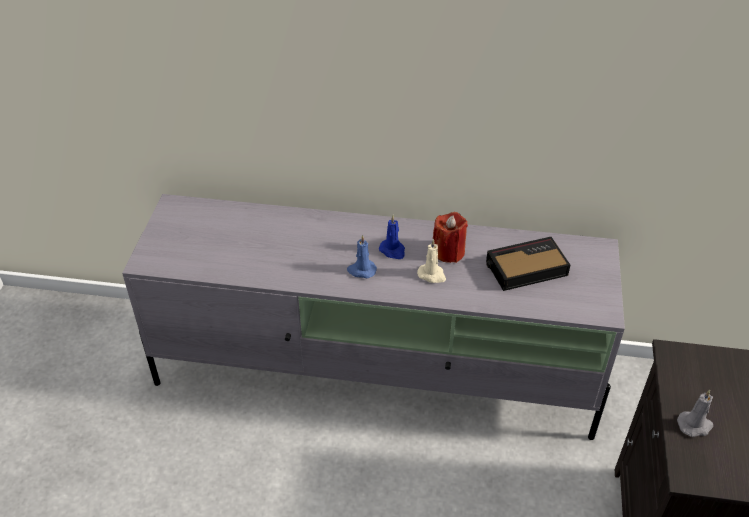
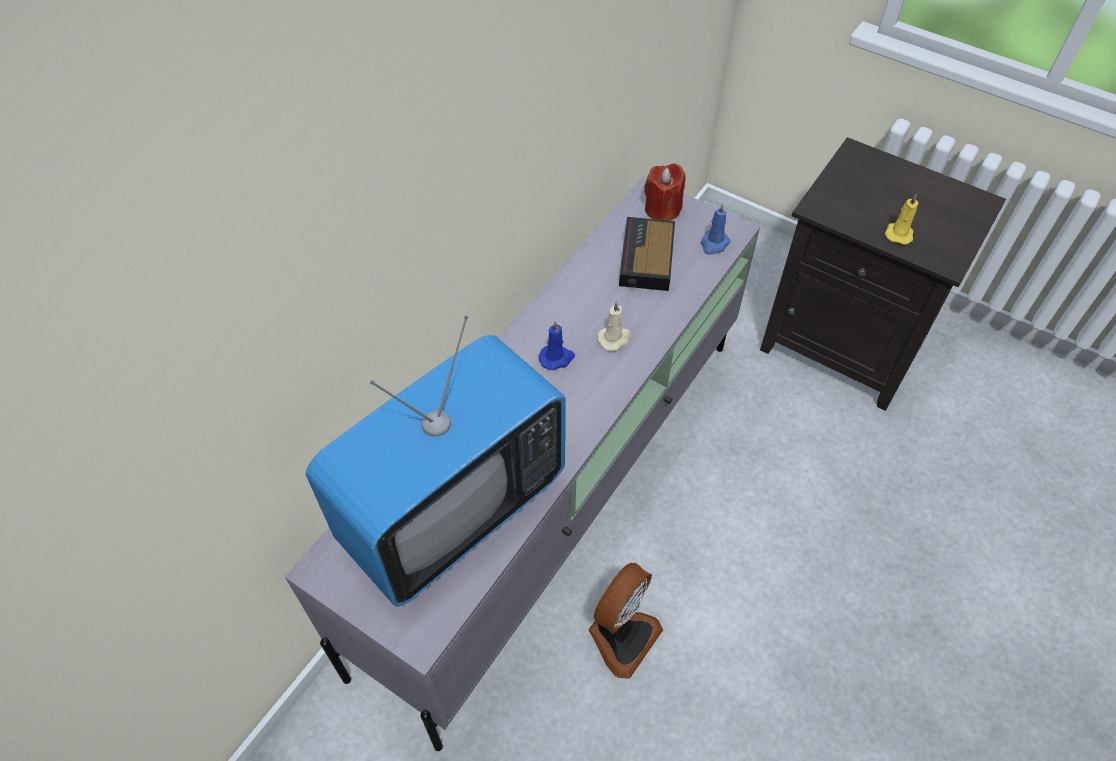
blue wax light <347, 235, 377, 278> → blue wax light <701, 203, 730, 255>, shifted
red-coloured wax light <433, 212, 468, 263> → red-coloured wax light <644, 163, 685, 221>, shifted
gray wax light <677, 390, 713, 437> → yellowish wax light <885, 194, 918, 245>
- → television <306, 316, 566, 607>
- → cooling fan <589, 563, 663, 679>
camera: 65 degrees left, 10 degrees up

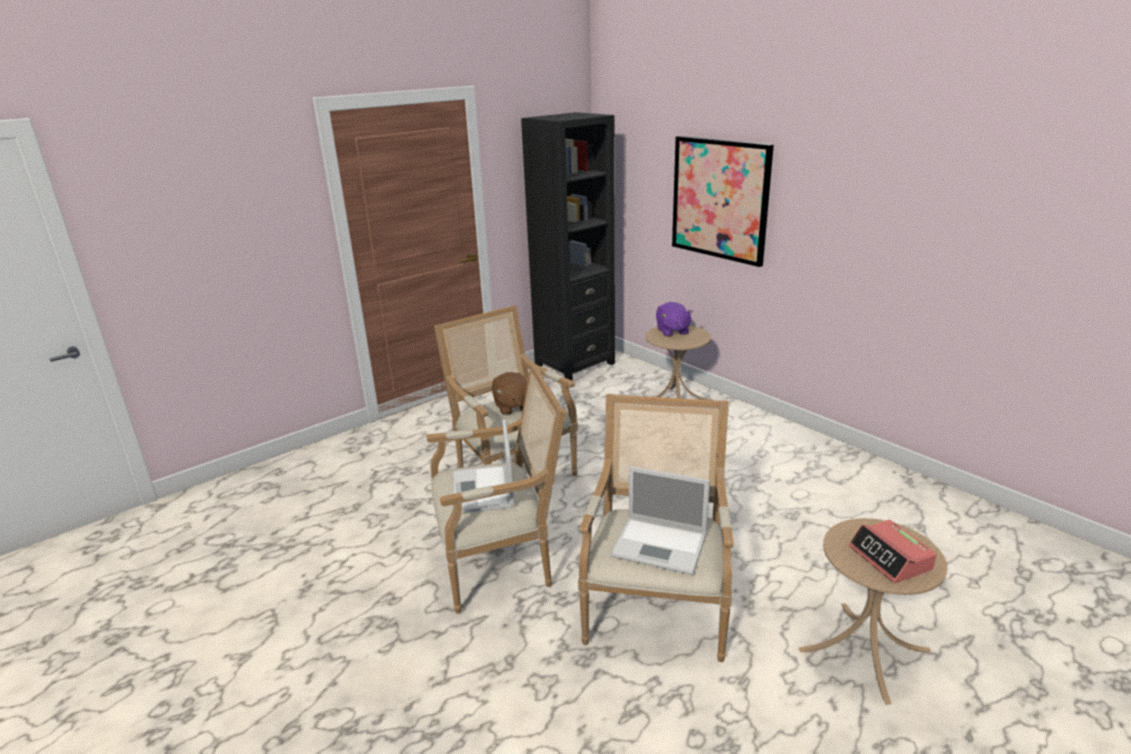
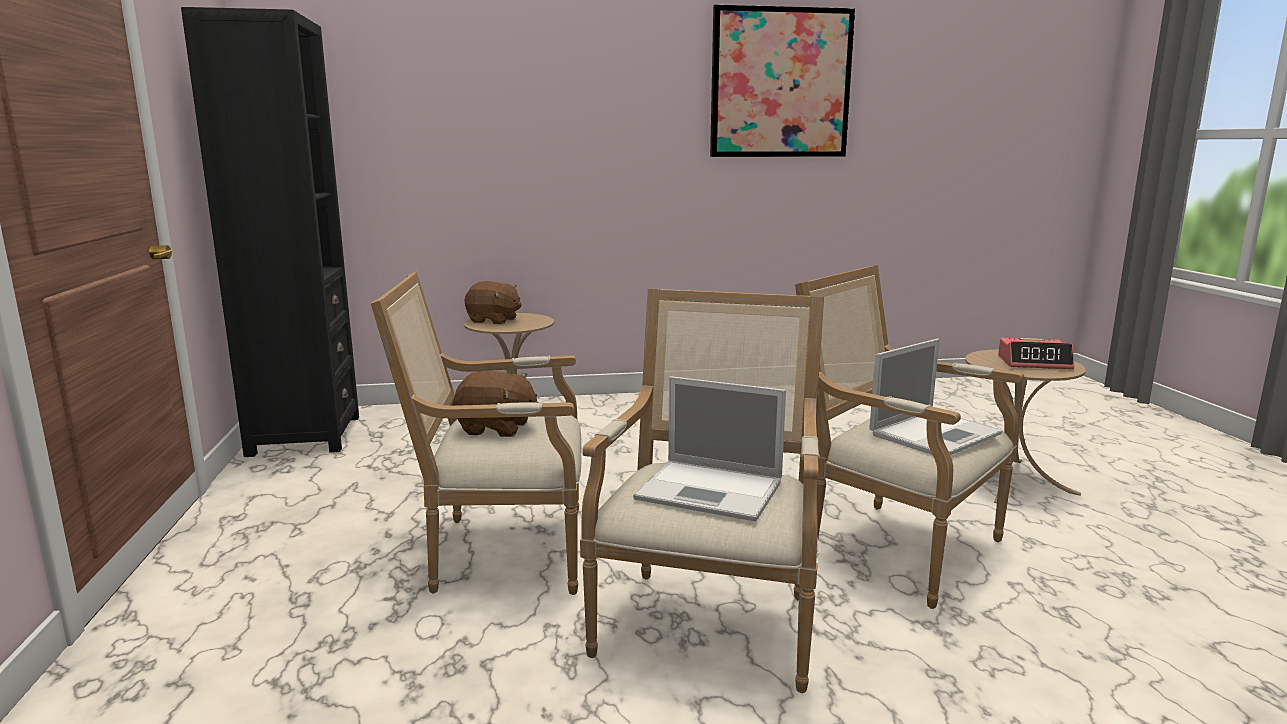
purple-coloured plush toy <656, 302, 693, 337> → brown-coloured plush toy <465, 281, 522, 324>
picture <672, 136, 774, 267> → picture <710, 4, 855, 157>, shifted
camera: 60 degrees left, 10 degrees down

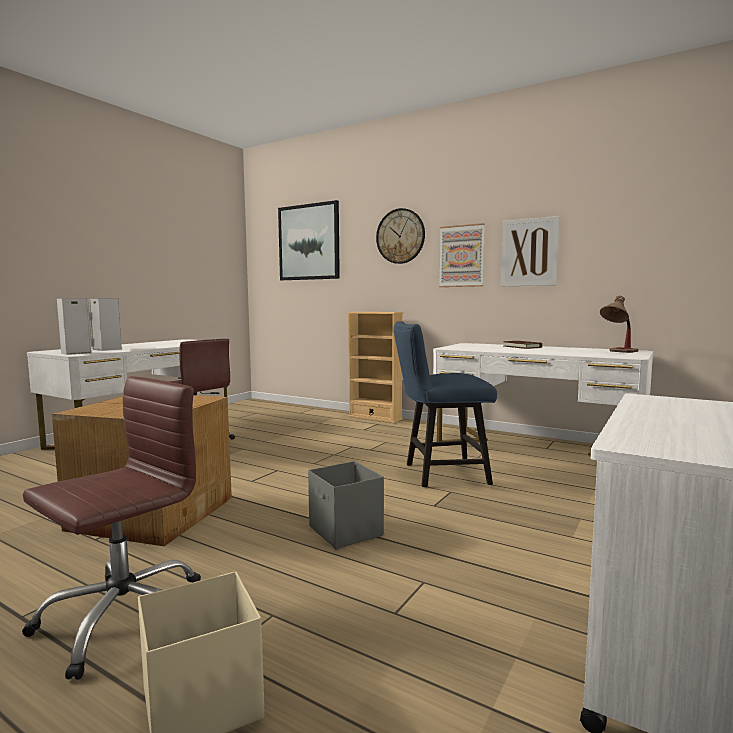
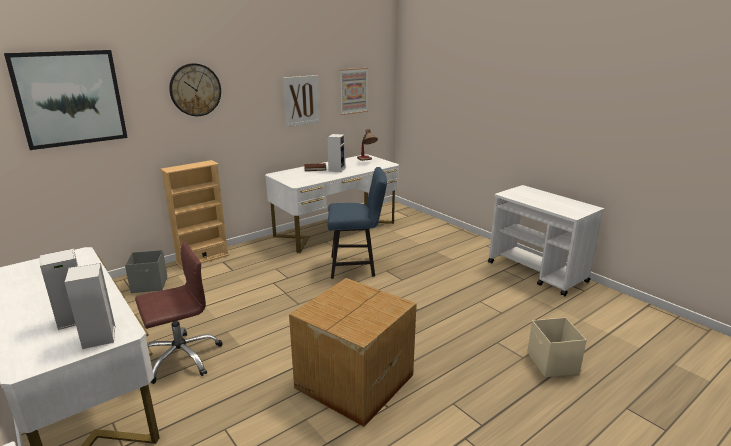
brown-coloured office chair <22, 376, 201, 680> → -
gray storage box <308, 461, 384, 549> → gray storage box <125, 250, 167, 293>, shifted
blue upright chair <394, 321, 497, 487> → blue upright chair <328, 167, 387, 279>, 105 degrees counterclockwise
picture <439, 223, 485, 287> → picture <340, 68, 368, 115>, shifted
- → loudspeaker <328, 134, 345, 172>
camera: 70 degrees left, 15 degrees up

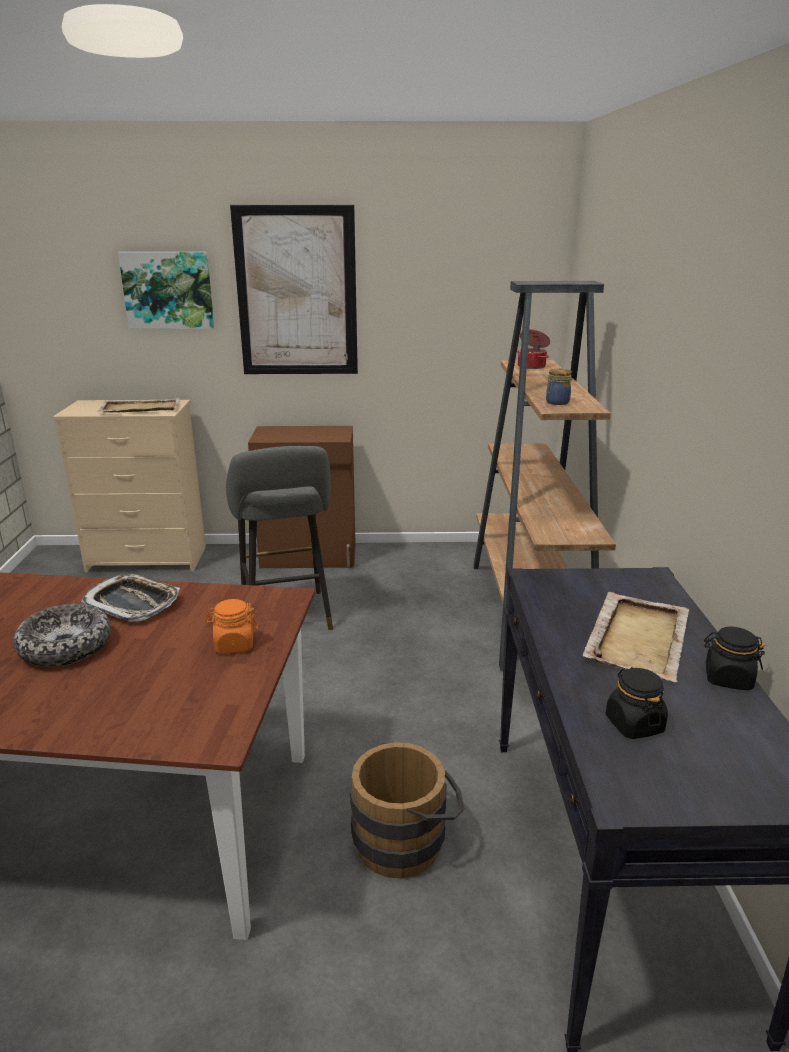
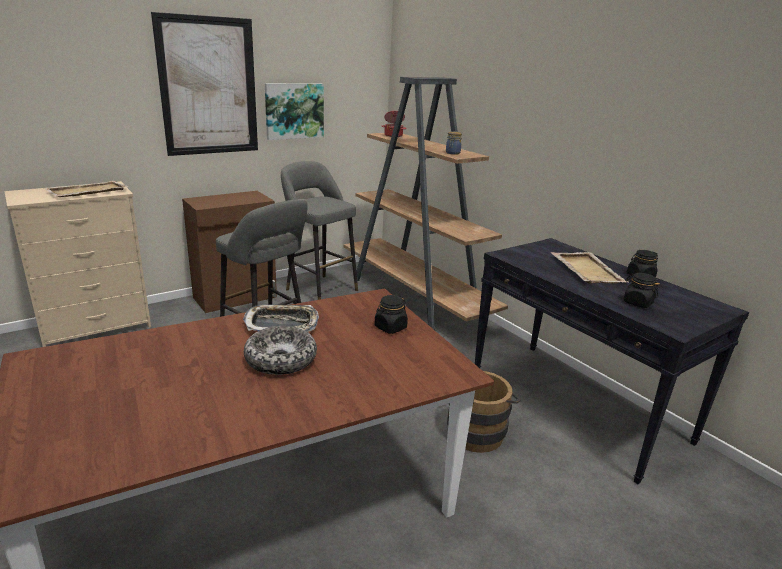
picture <118, 252, 214, 329> → picture <265, 83, 324, 140>, shifted
orangey storage jar <206, 599, 258, 653> → black storage jar <375, 295, 408, 334>
- → gray stool seat <281, 161, 358, 300>
camera: 35 degrees left, 0 degrees up

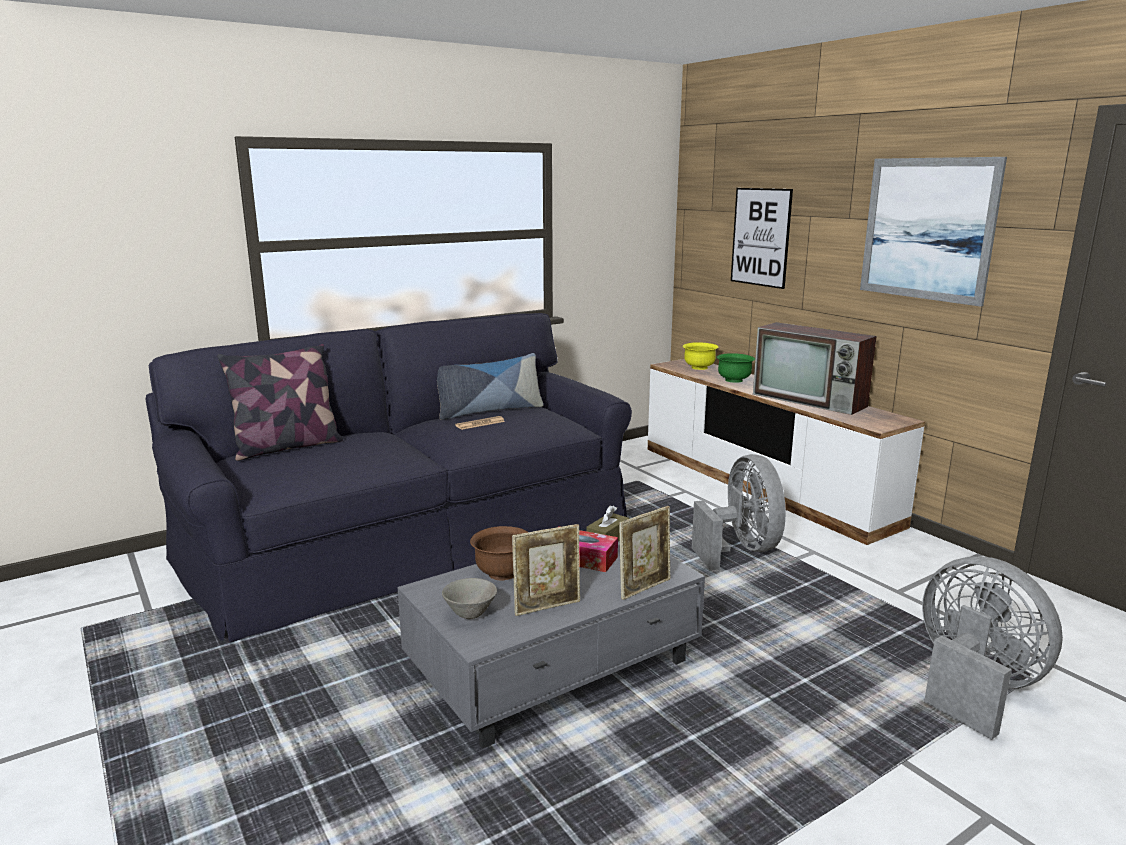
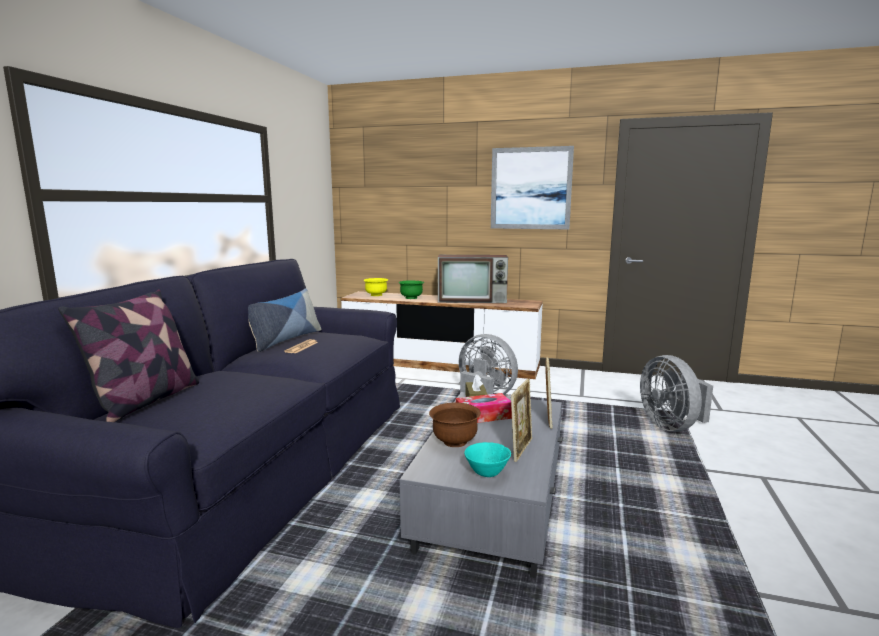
gray deep dish <442, 578, 497, 619> → turquoise deep dish <464, 442, 511, 477>
picture <731, 188, 793, 289> → -
gray cooling fan <922, 556, 1063, 740> → gray cooling fan <640, 355, 713, 432>, 120 degrees counterclockwise
camera: 40 degrees left, 5 degrees down

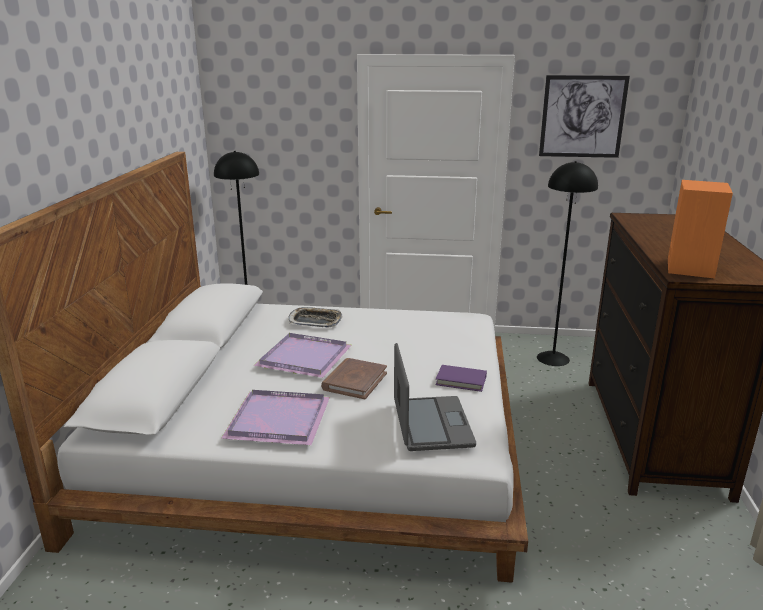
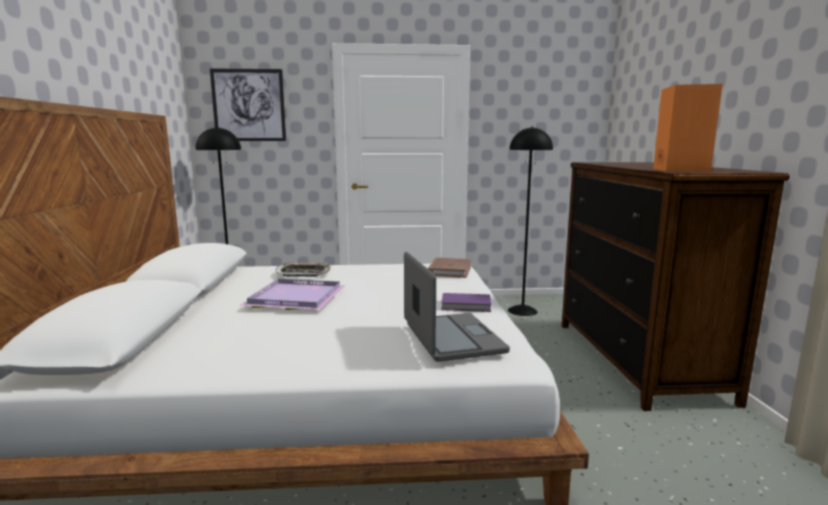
purple-coloured tray <221, 390, 330, 445> → -
brown-coloured bound book <321, 358, 387, 399> → brown-coloured bound book <428, 258, 471, 278>, shifted
picture <539, 75, 630, 158> → picture <210, 68, 286, 141>, shifted
camera: 10 degrees left, 10 degrees down

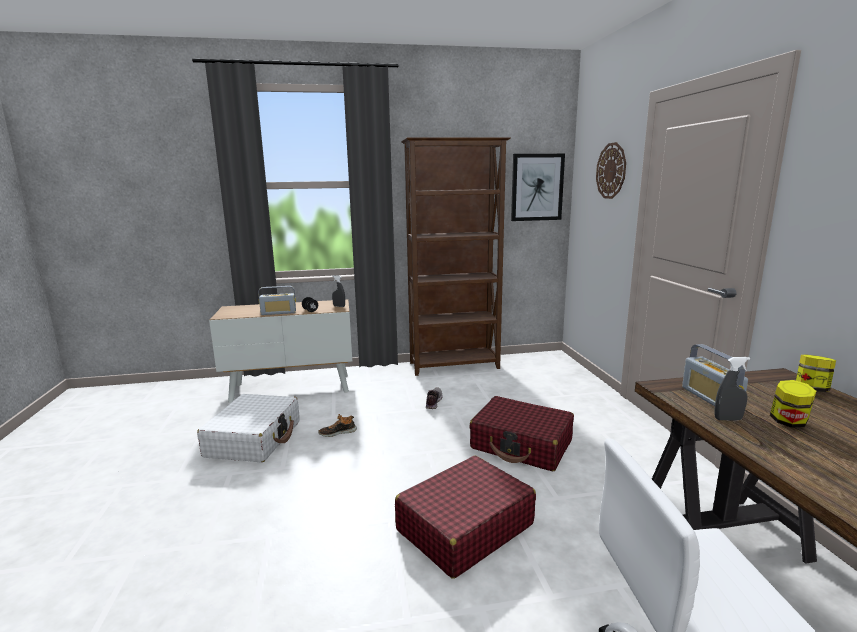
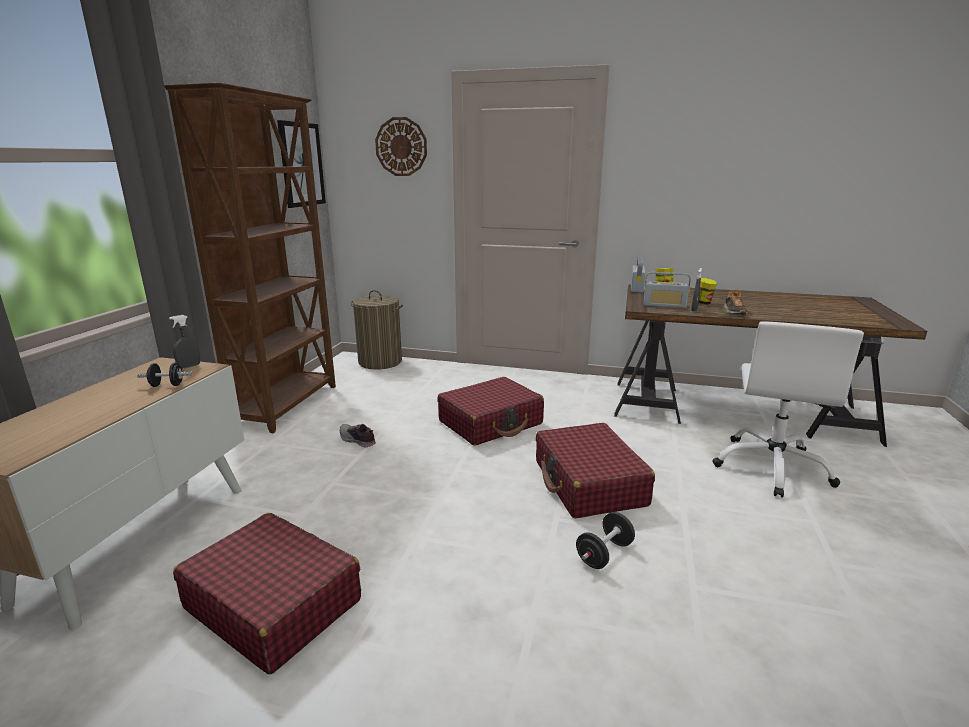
whitish suitcase <197, 394, 300, 463> → red-coloured suitcase <173, 513, 361, 675>
radio set <258, 286, 296, 315> → radio set <631, 257, 646, 293>, shifted
low shoe <319, 414, 357, 437> → low shoe <724, 289, 747, 315>, shifted
- → laundry basket <351, 290, 403, 370>
- → black hand weight <576, 512, 635, 569>
camera: 65 degrees left, 5 degrees up

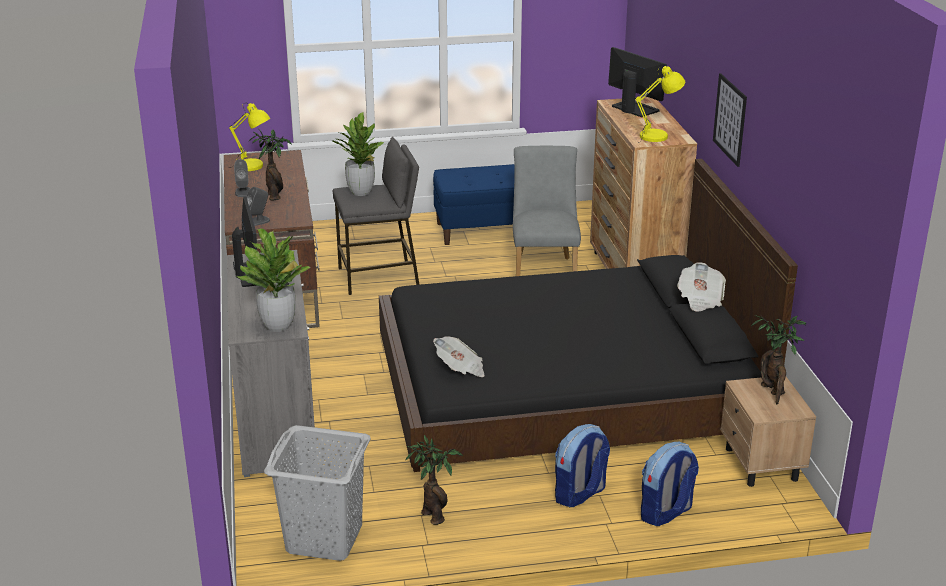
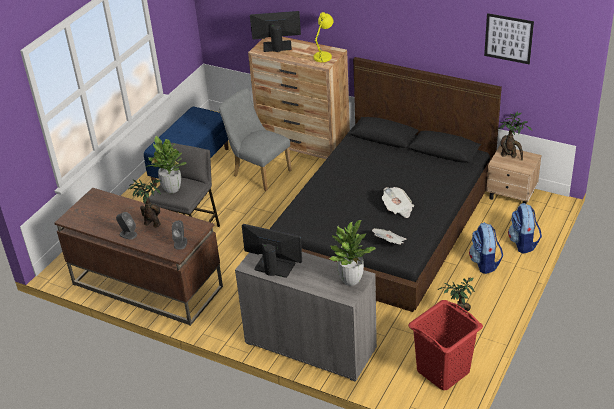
yellowish lamp for a table <228, 103, 270, 171> → -
gray laundry basket <264, 425, 371, 561> → red-coloured laundry basket <408, 300, 483, 390>
daily paper <677, 262, 726, 311> → daily paper <382, 187, 414, 218>, shifted
picture <713, 74, 747, 167> → picture <484, 13, 534, 64>, shifted
camera: 50 degrees left, 10 degrees up

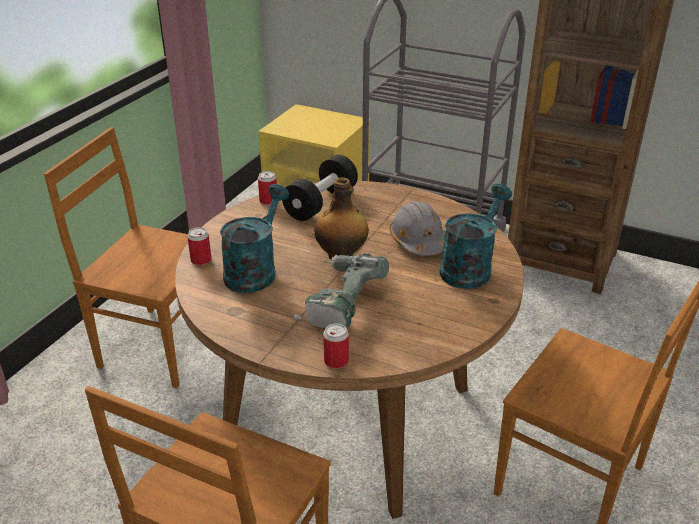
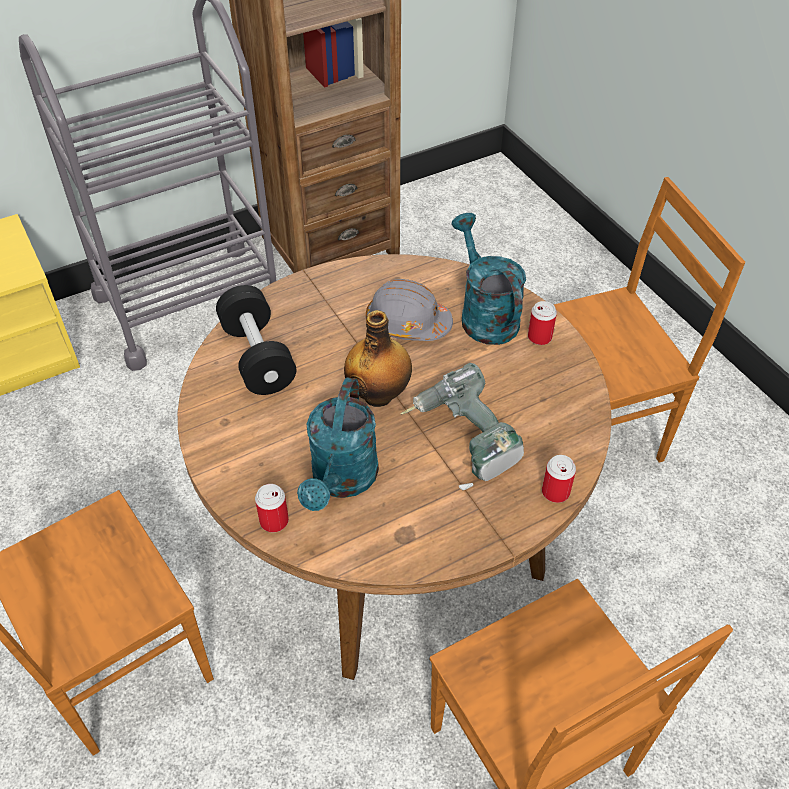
turquoise watering pot <220, 184, 289, 293> → turquoise watering pot <297, 377, 379, 511>, 135 degrees counterclockwise
sealed can <258, 171, 277, 205> → sealed can <528, 301, 557, 345>, shifted
camera: 55 degrees left, 15 degrees up

